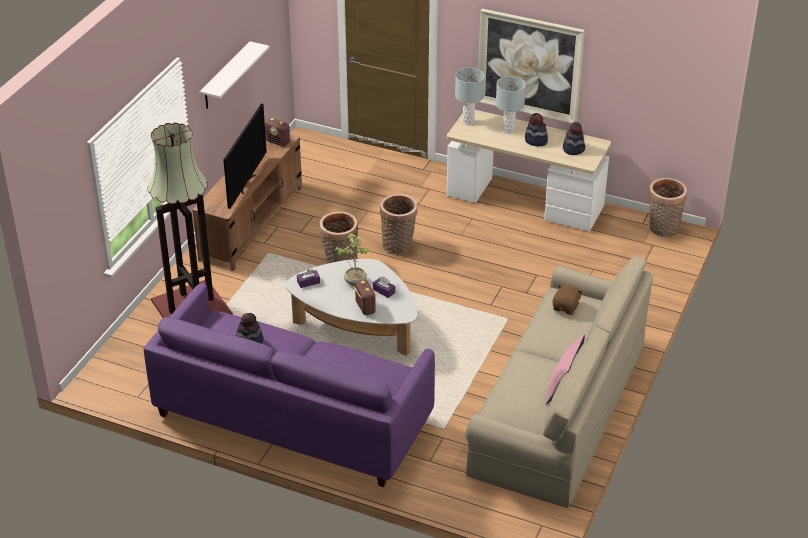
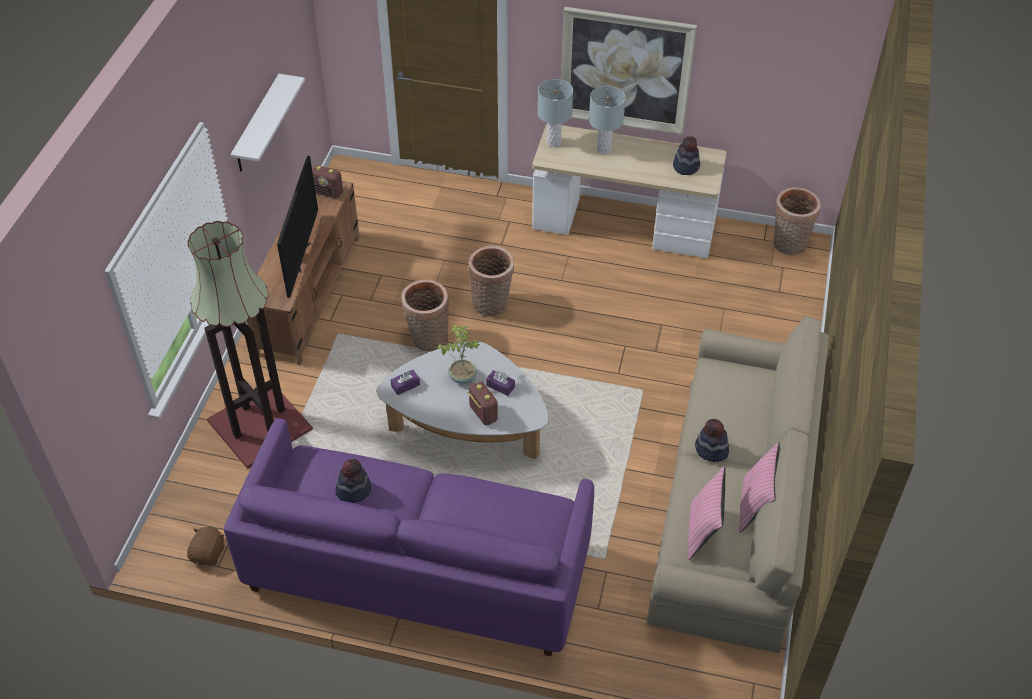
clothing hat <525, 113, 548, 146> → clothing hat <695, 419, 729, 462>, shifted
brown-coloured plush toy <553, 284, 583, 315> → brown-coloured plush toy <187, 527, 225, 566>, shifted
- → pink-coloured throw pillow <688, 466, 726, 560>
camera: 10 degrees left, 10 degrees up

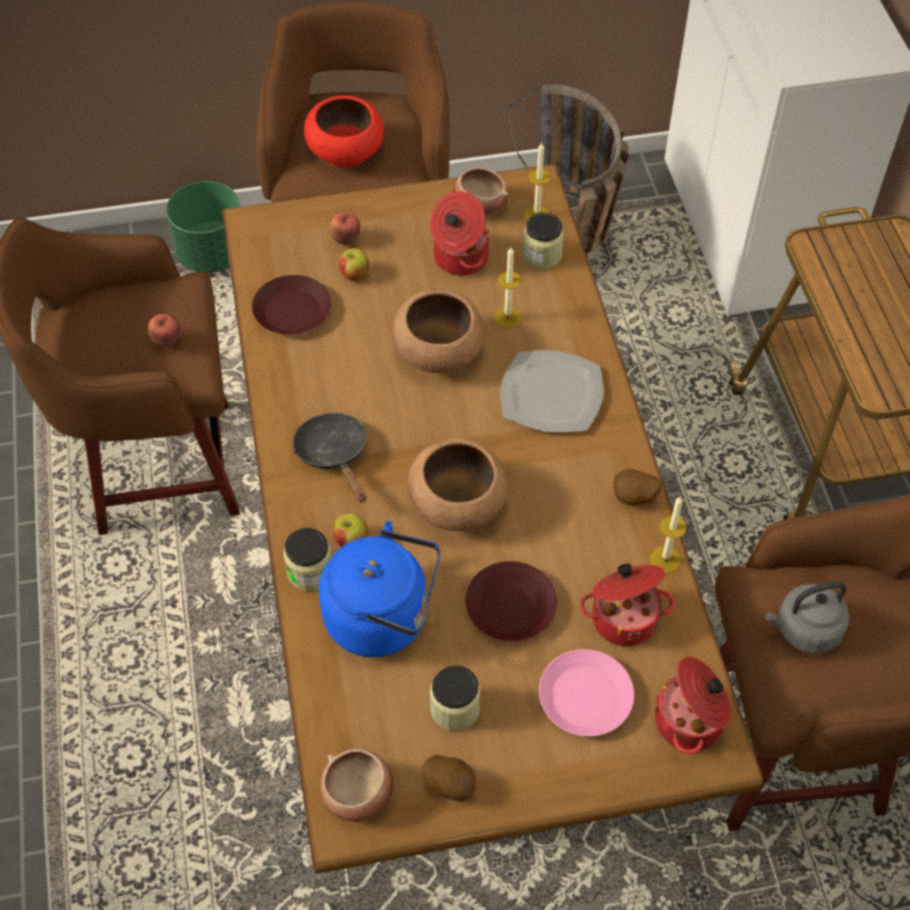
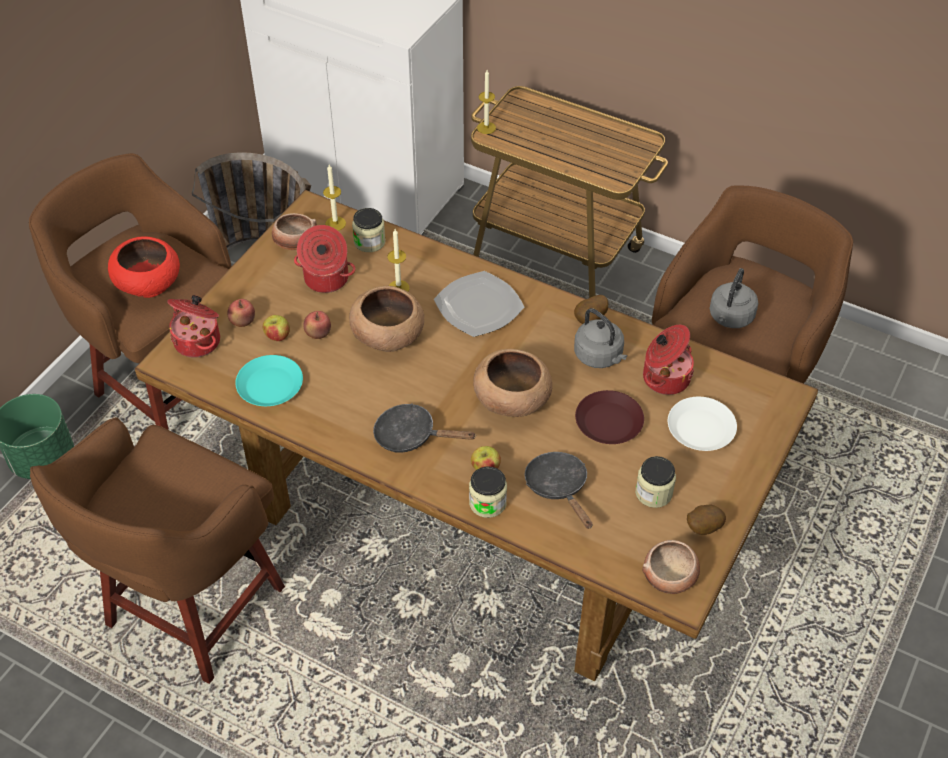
apple fruit <148, 314, 180, 347> → apple fruit <303, 311, 331, 339>, shifted
brown-coloured dinner plate <252, 275, 331, 335> → turquoise dinner plate <235, 355, 303, 406>
blue water kettle <319, 521, 440, 657> → black pan <525, 452, 592, 529>
pink-coloured dinner plate <539, 649, 634, 736> → whitish dinner plate <668, 397, 737, 451>
wax light <650, 497, 687, 573> → wax light <477, 70, 496, 134>, shifted
saucepot <654, 657, 731, 754> → saucepot <167, 295, 220, 358>, shifted
- → gray water kettle <574, 308, 627, 368>
camera: 50 degrees left, 5 degrees down

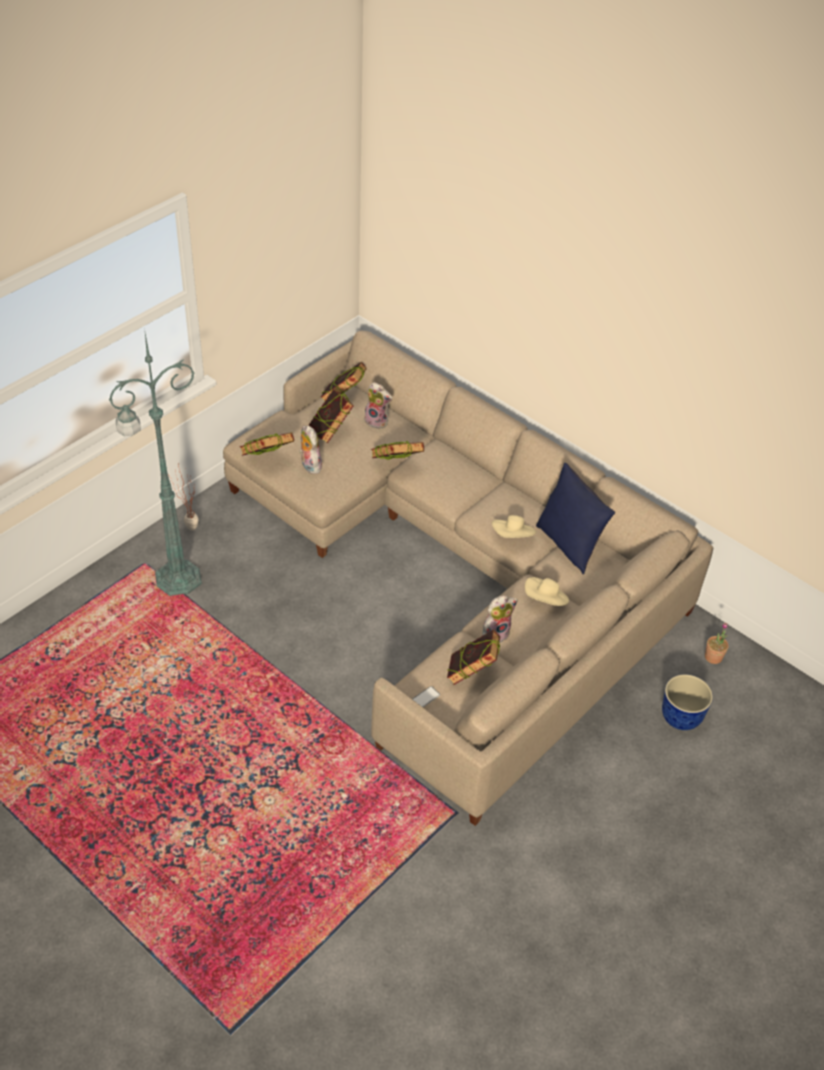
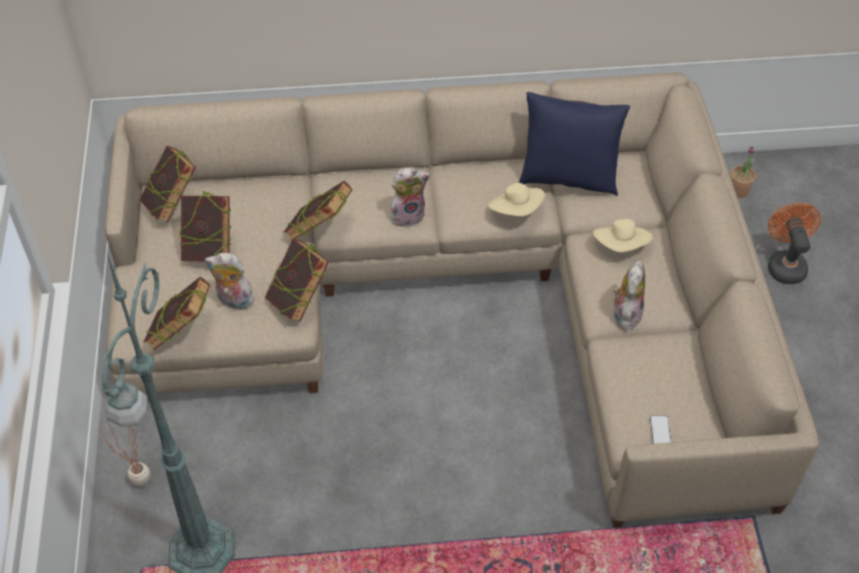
plush toy <364, 382, 392, 429> → plush toy <391, 167, 430, 227>, shifted
bound book <447, 629, 500, 685> → bound book <265, 239, 329, 322>, shifted
flower pot <662, 674, 713, 730> → orangey cooling fan <768, 203, 821, 284>
camera: 45 degrees left, 5 degrees up

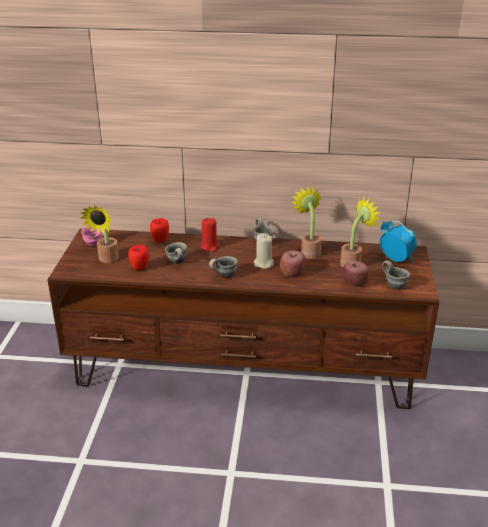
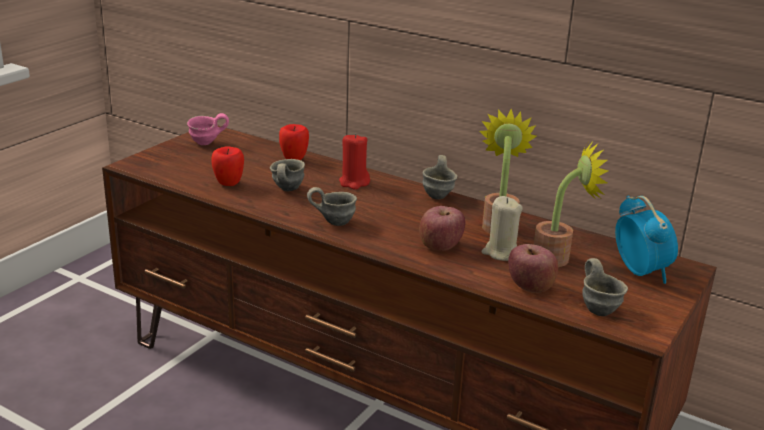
potted plant <80, 205, 119, 263> → -
beige-coloured wax light <254, 233, 274, 269> → beige-coloured wax light <482, 196, 523, 261>, shifted
camera: 25 degrees right, 5 degrees down

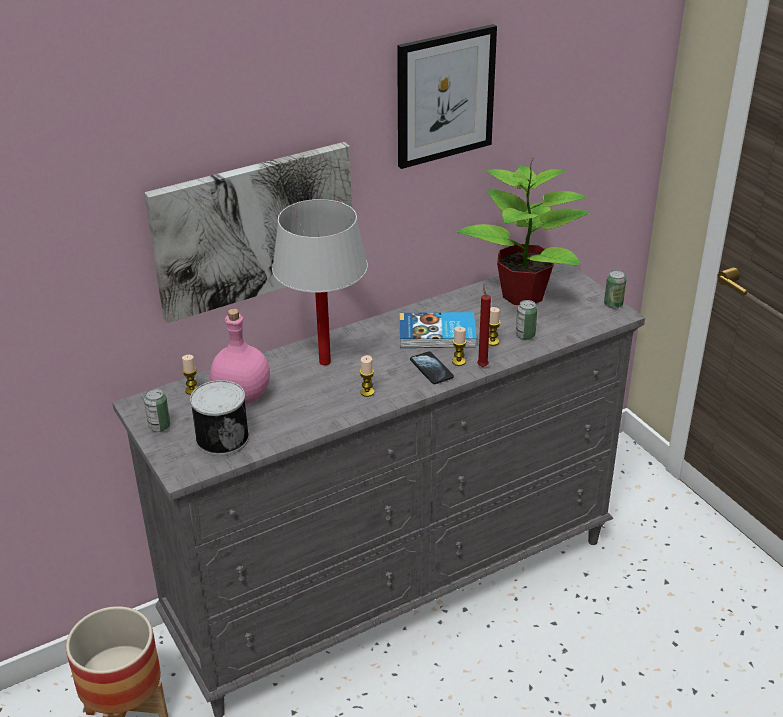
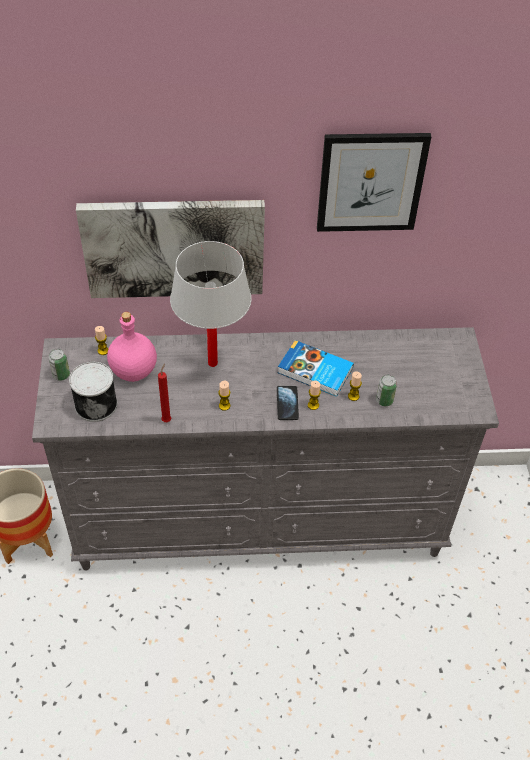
potted plant <457, 157, 590, 305> → -
red-coloured wax light <477, 284, 491, 367> → red-coloured wax light <158, 363, 171, 422>, shifted
sealed can <604, 270, 626, 309> → -
camera: 25 degrees right, 15 degrees up

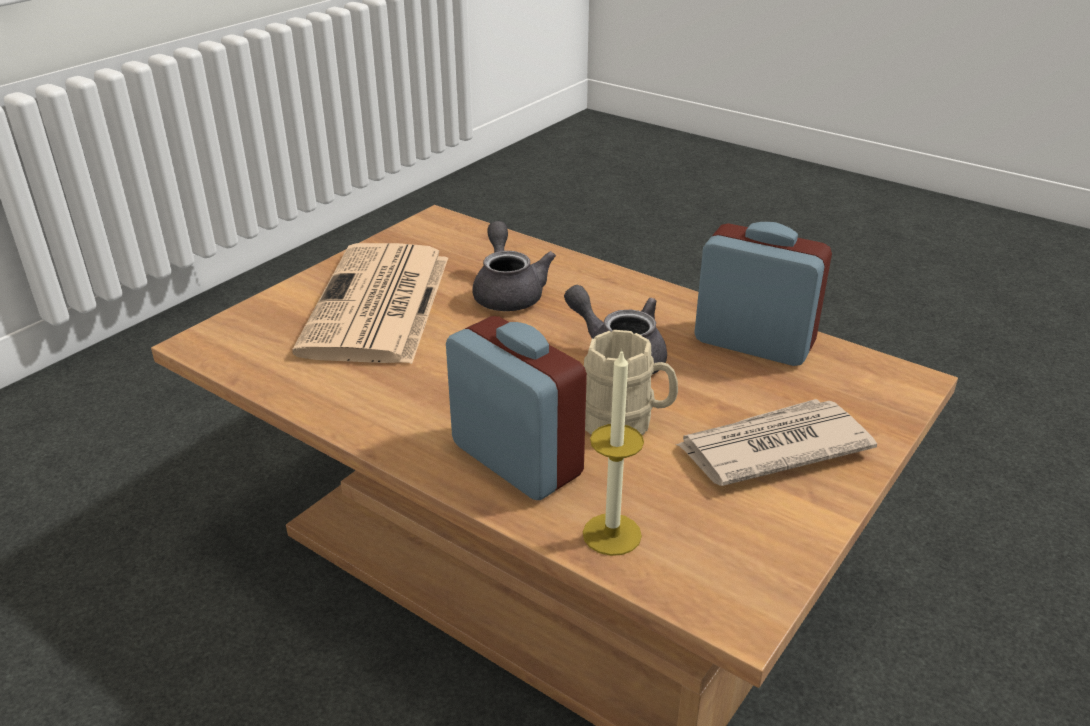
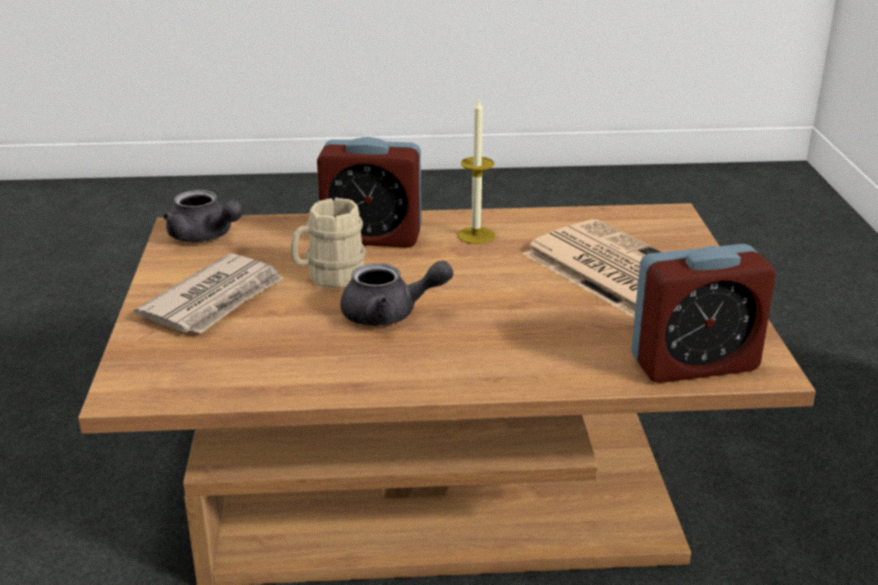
gray tea pot <472, 221, 556, 311> → gray tea pot <163, 190, 244, 242>, shifted
wax light <583, 349, 644, 556> → wax light <457, 98, 495, 244>, shifted
table clock <694, 222, 832, 366> → table clock <631, 244, 776, 383>, shifted
camera: 140 degrees right, 5 degrees down

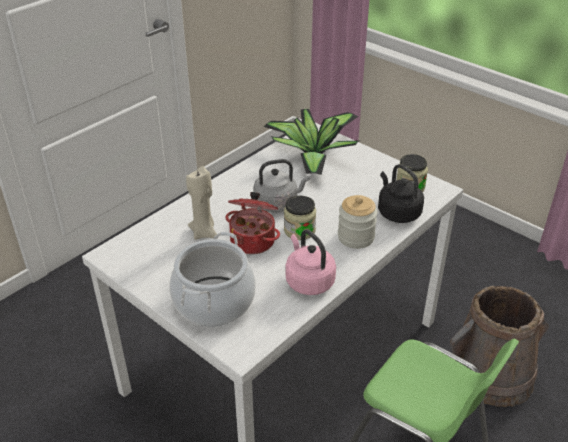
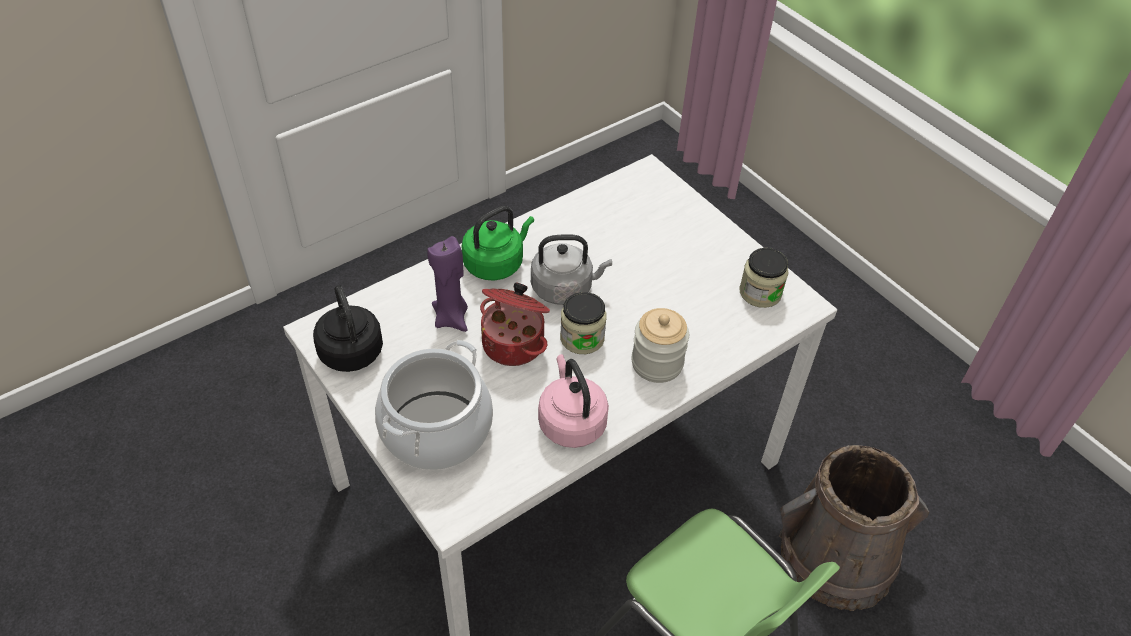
beige-coloured wax light <186, 166, 217, 240> → purple-coloured wax light <427, 236, 468, 332>
potted plant <263, 109, 361, 175> → -
black water kettle <378, 164, 424, 223> → black water kettle <313, 285, 383, 372>, shifted
- → green-coloured water kettle <461, 206, 534, 281>
camera: 10 degrees right, 10 degrees up

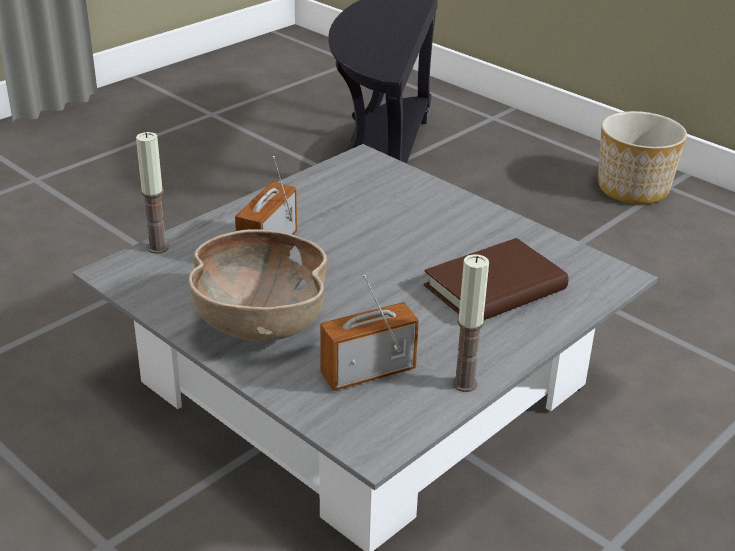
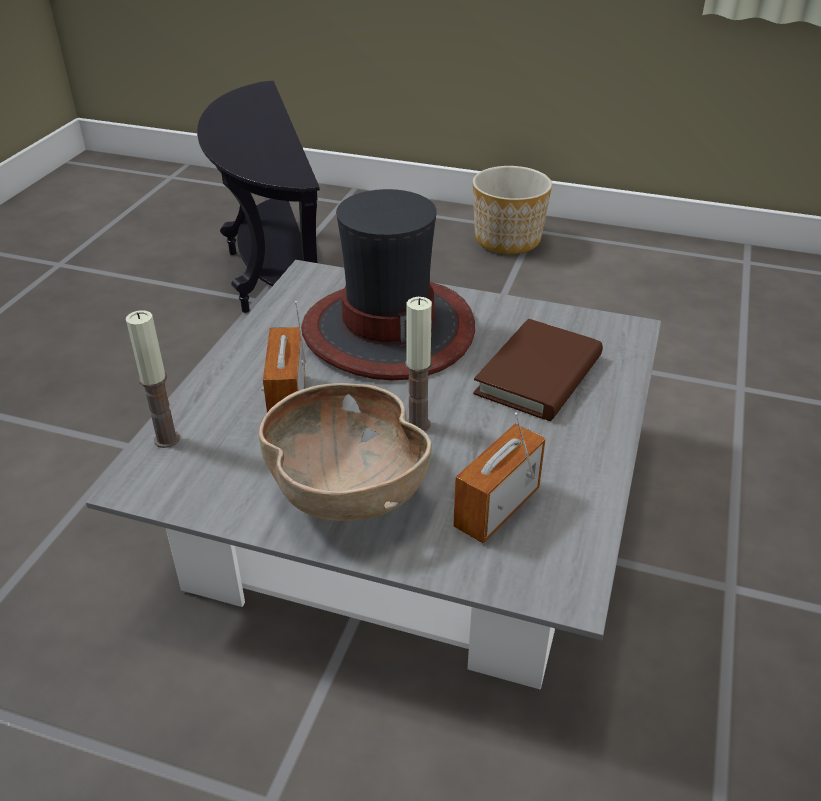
wax light <452, 254, 489, 392> → wax light <405, 297, 432, 431>, shifted
- → clothing hat <301, 189, 475, 380>
camera: 25 degrees left, 5 degrees up

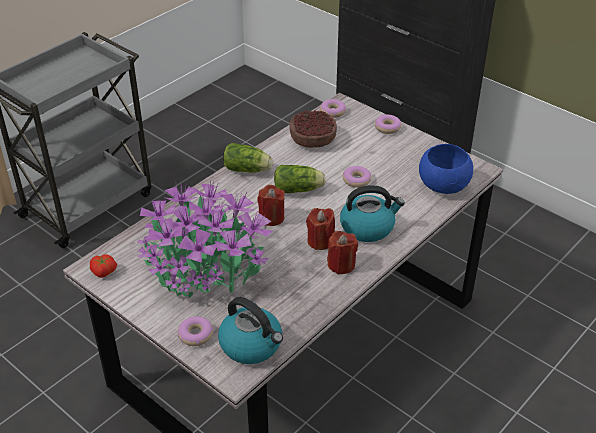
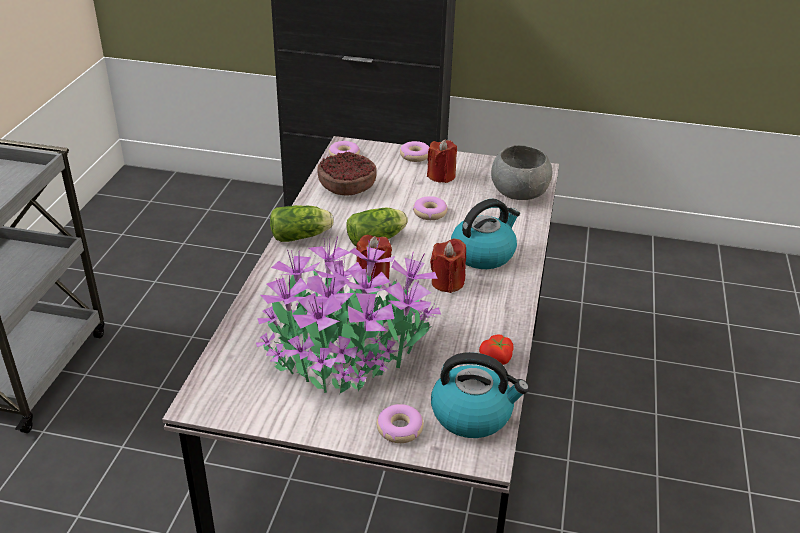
whole tomato <90, 254, 117, 278> → whole tomato <479, 334, 513, 365>, shifted
red-coloured wax light <327, 231, 358, 275> → red-coloured wax light <427, 139, 457, 183>, shifted
blue deep dish <419, 144, 473, 194> → gray deep dish <491, 145, 552, 200>
camera: 30 degrees left, 5 degrees down

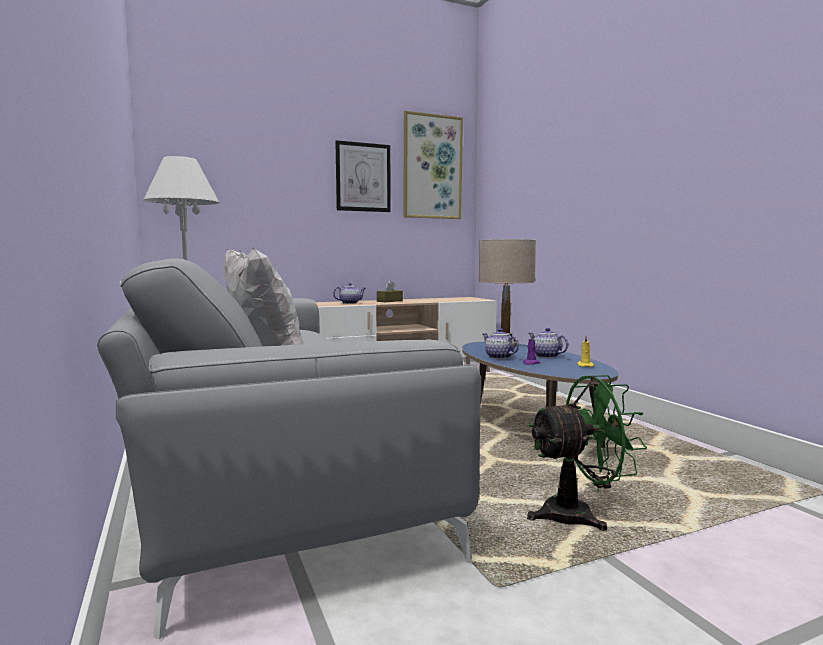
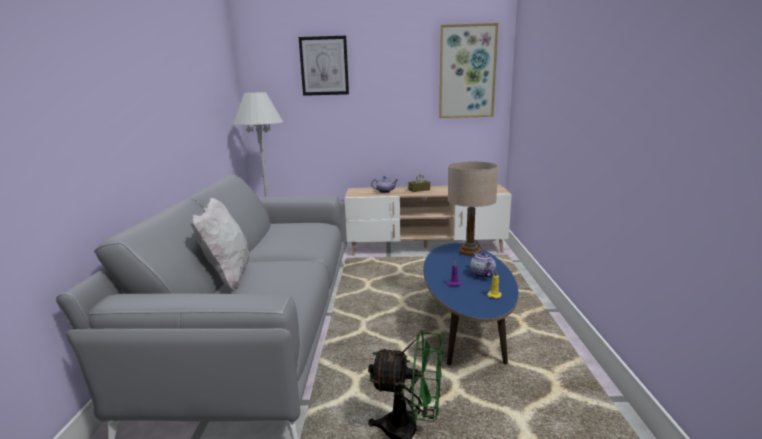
picture <335, 140, 391, 212> → picture <299, 36, 349, 96>, shifted
tea pot <482, 328, 519, 359> → -
camera: 25 degrees right, 10 degrees up

